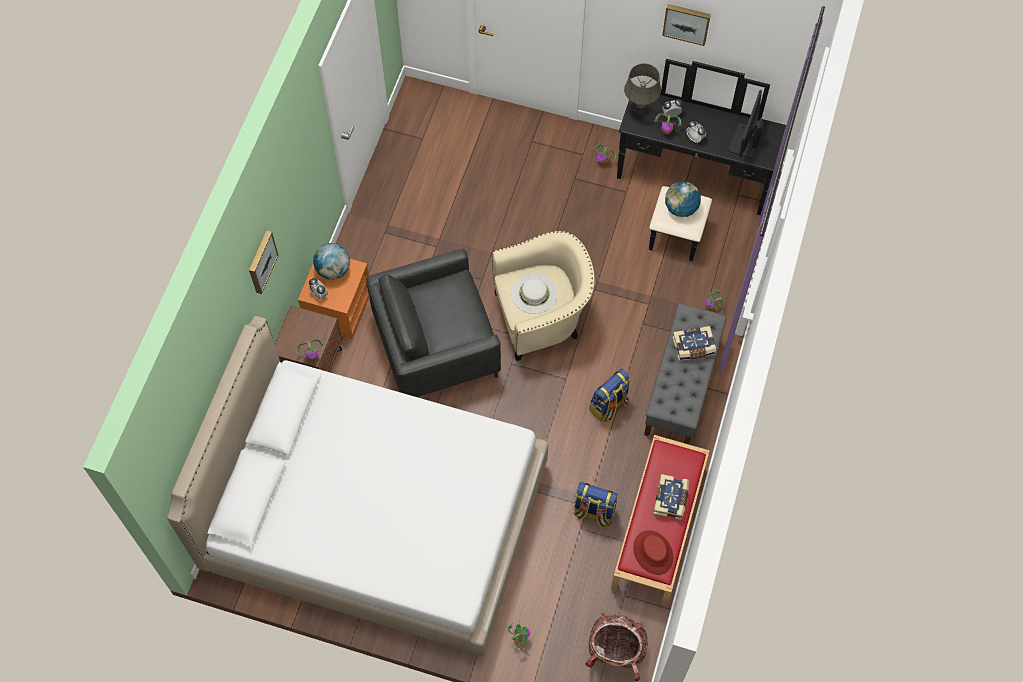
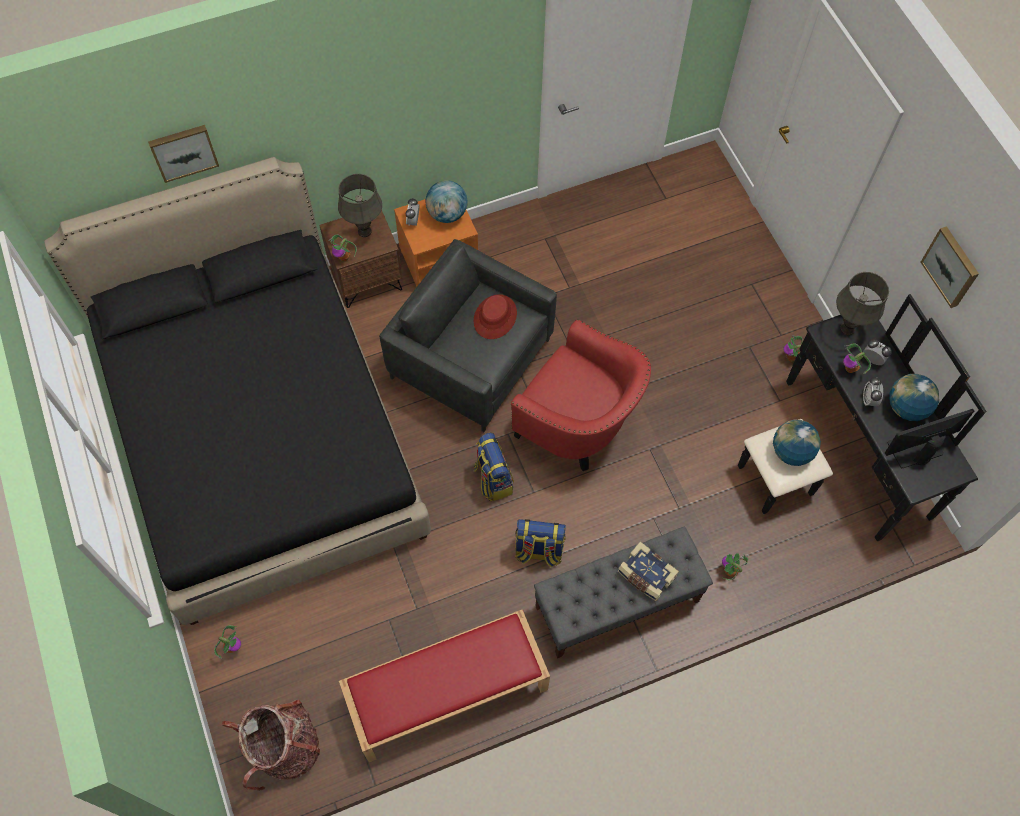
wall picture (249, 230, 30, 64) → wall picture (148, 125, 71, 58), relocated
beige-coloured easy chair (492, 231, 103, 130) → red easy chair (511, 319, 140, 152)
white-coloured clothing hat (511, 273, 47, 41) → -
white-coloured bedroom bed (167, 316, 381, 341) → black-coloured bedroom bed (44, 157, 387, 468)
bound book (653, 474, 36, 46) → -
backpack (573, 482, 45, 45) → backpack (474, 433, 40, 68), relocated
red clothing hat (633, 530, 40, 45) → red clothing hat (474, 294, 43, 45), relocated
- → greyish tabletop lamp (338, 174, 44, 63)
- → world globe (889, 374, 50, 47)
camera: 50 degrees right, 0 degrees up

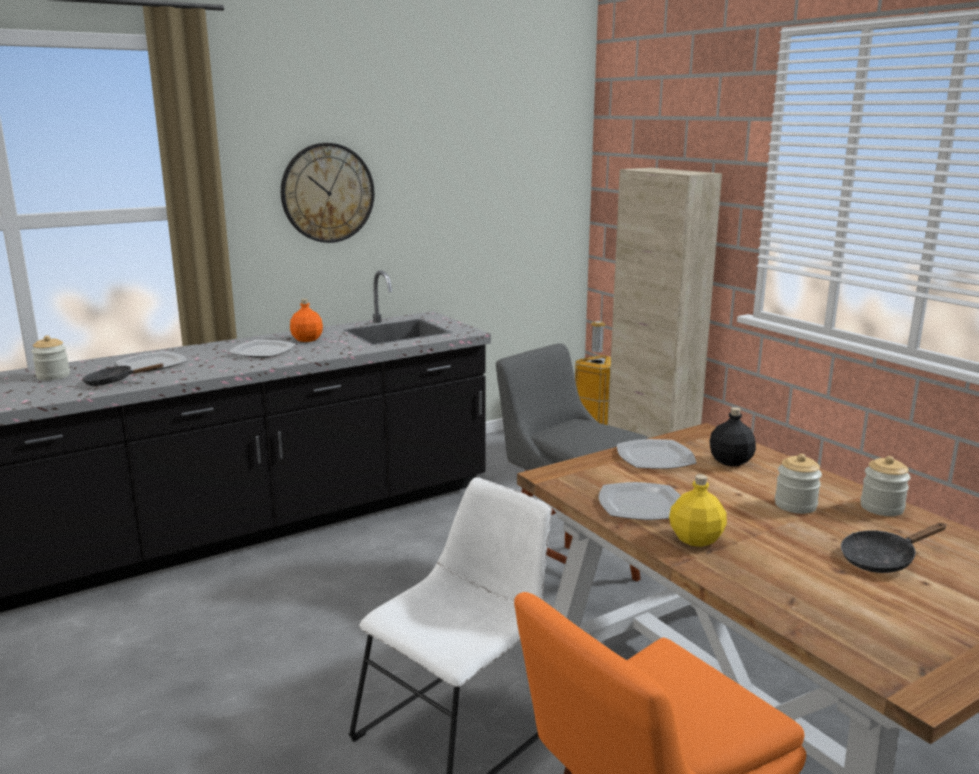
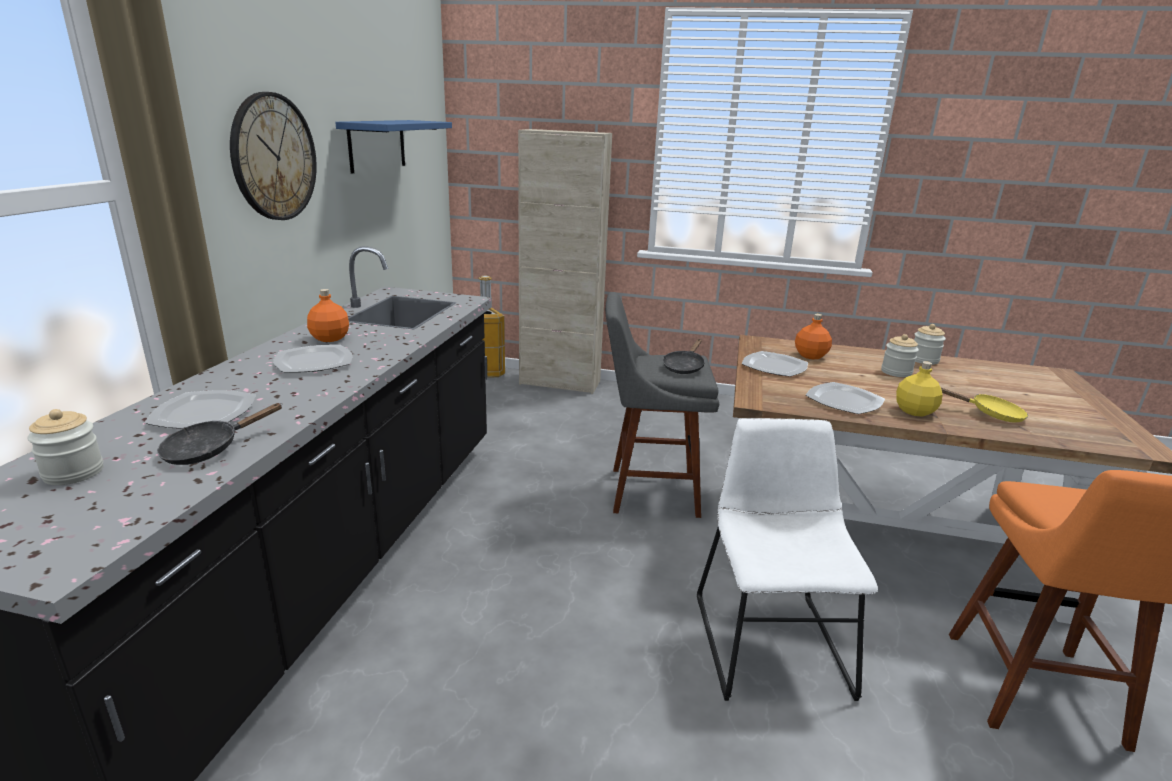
black-coloured bottle (710, 407, 46, 59) → orange bottle (795, 314, 37, 45)
black-coloured frying pan (841, 523, 105, 50) → black-coloured frying pan (663, 339, 42, 35), relocated
- → bluish bracket shelf (335, 120, 117, 54)
- → yellowish frying pan (941, 388, 87, 34)
camera: 45 degrees left, 5 degrees up

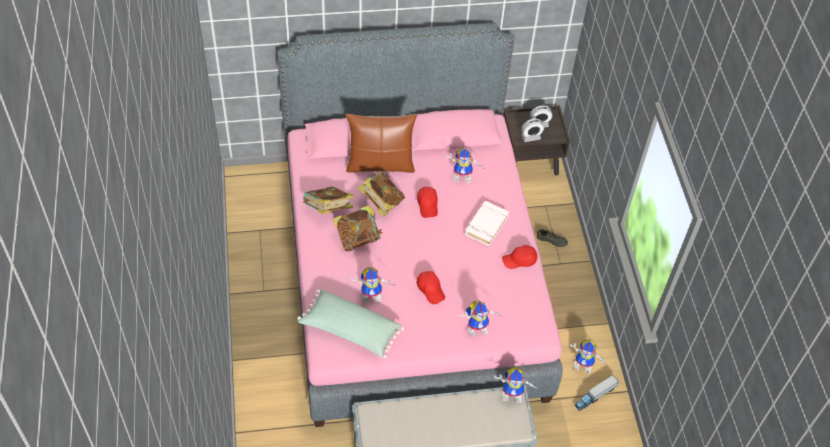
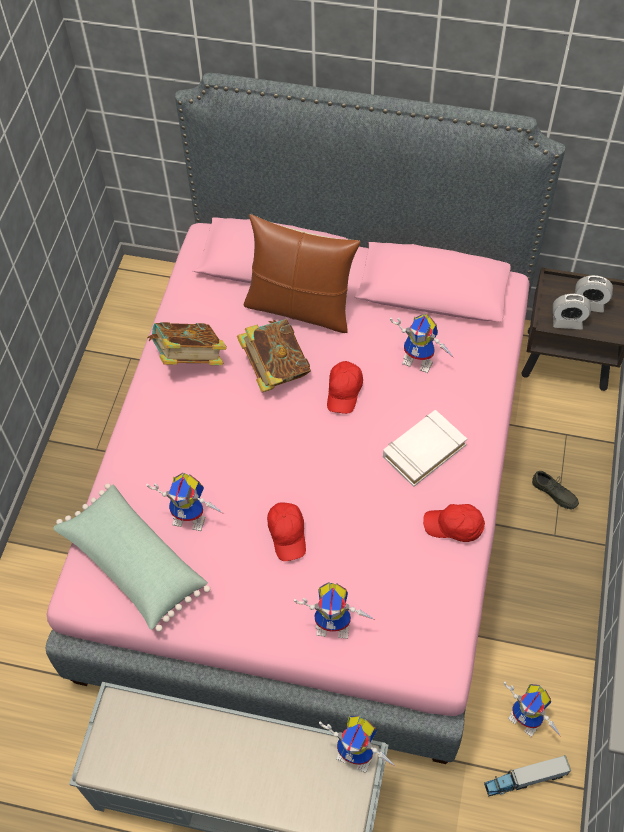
bound book (333, 205, 50, 47) → -
camera: 25 degrees right, 5 degrees up

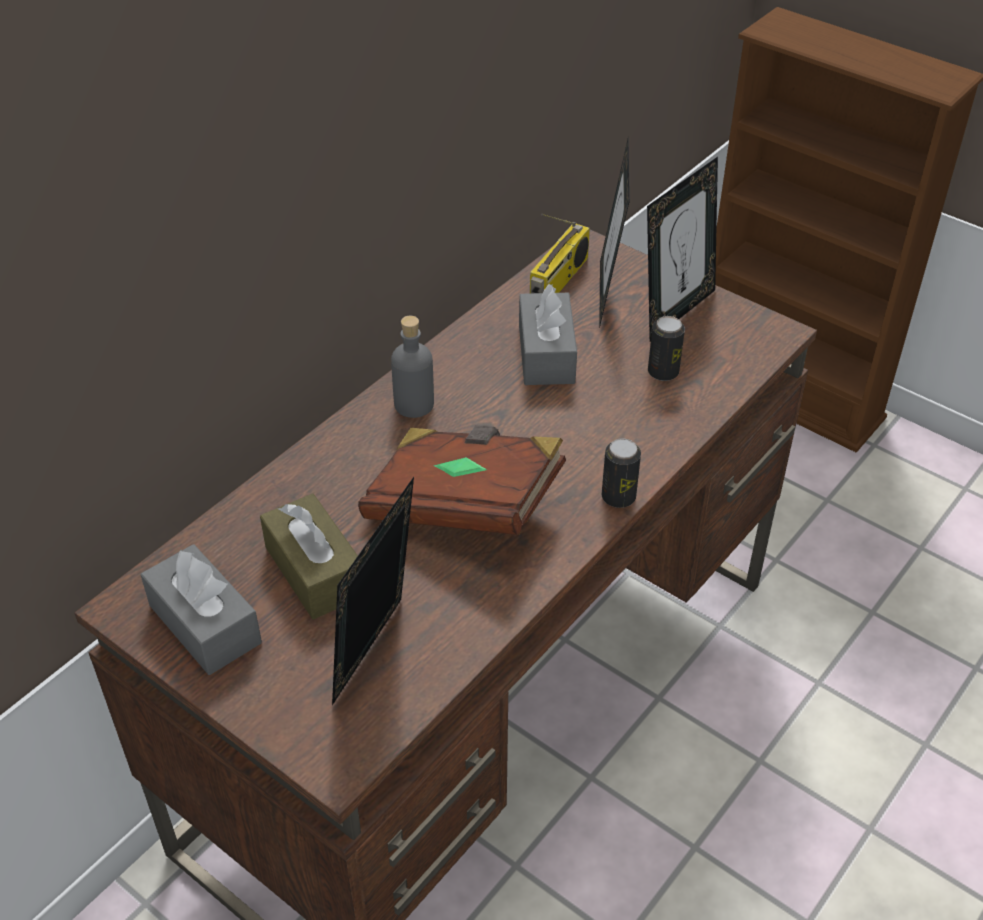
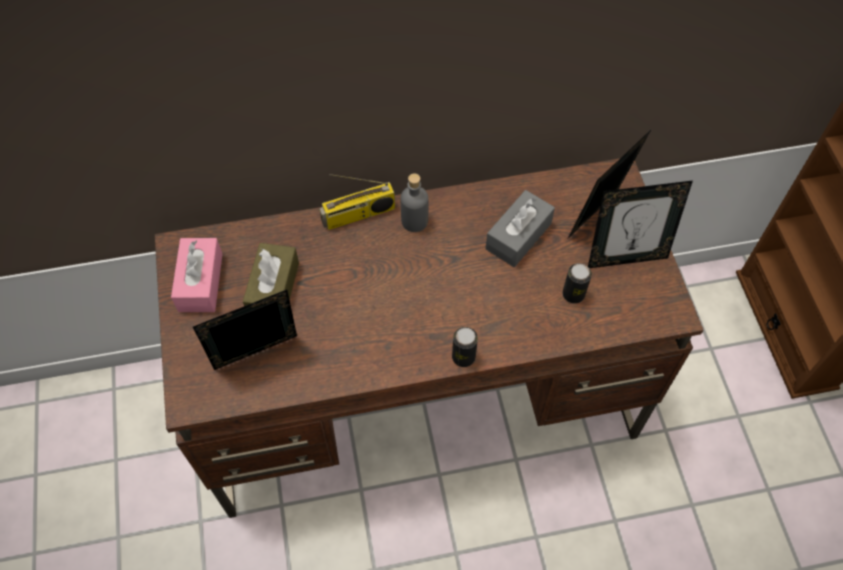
radio set (530, 214, 60, 79) → radio set (319, 174, 76, 56), relocated
brownish bound book (358, 425, 208, 110) → -
greyish tissue box (141, 544, 121, 131) → pink-coloured tissue box (171, 238, 51, 74)
camera: 40 degrees right, 15 degrees up

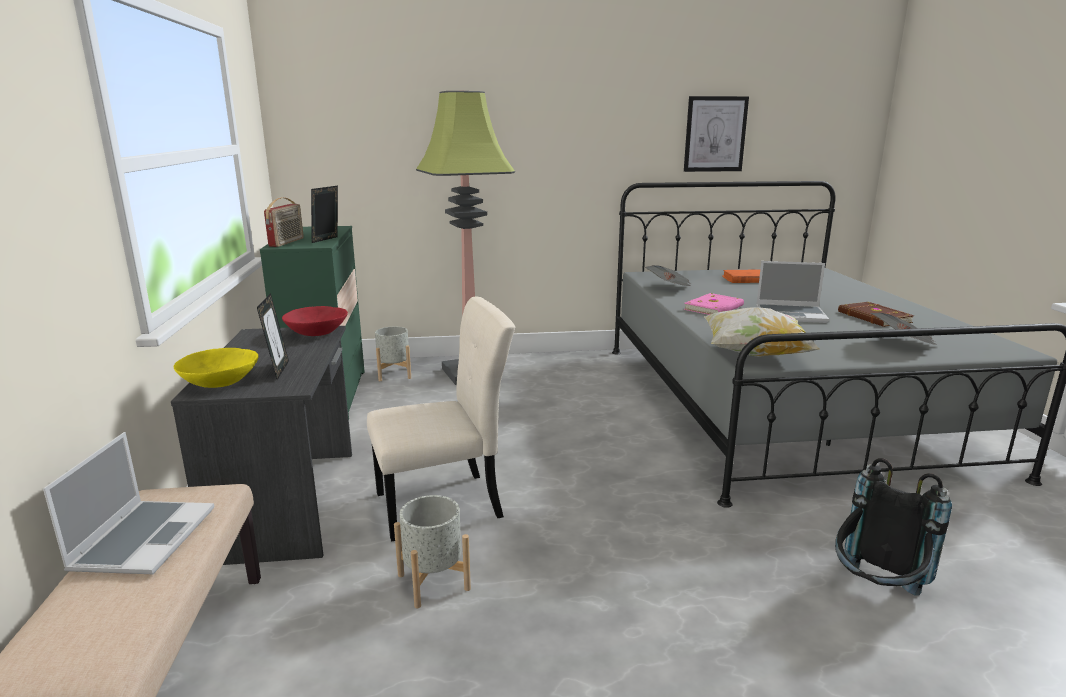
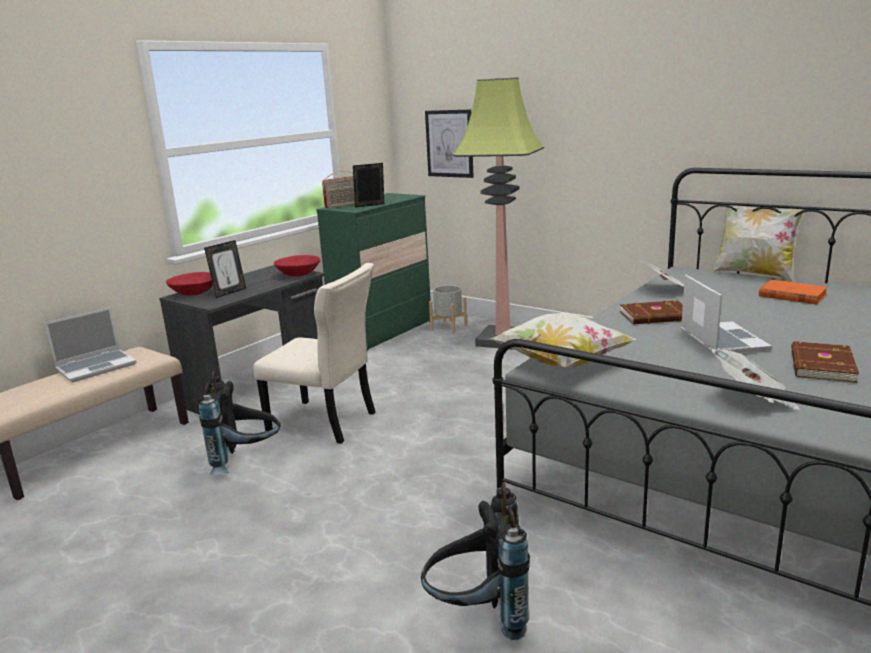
wall picture (684, 96, 65, 76) → wall picture (425, 109, 48, 69), relocated
notebook computer (756, 261, 73, 62) → notebook computer (681, 275, 91, 79), 150 degrees counterclockwise
pink-coloured bound book (684, 293, 60, 22) → brownish bound book (620, 300, 63, 24)
yellowish deep dish (174, 348, 85, 40) → red deep dish (166, 272, 47, 24)
greyish planter (394, 495, 77, 113) → black-coloured backpack (199, 371, 81, 104)
- → cushion (712, 205, 94, 77)
camera: 45 degrees right, 0 degrees up

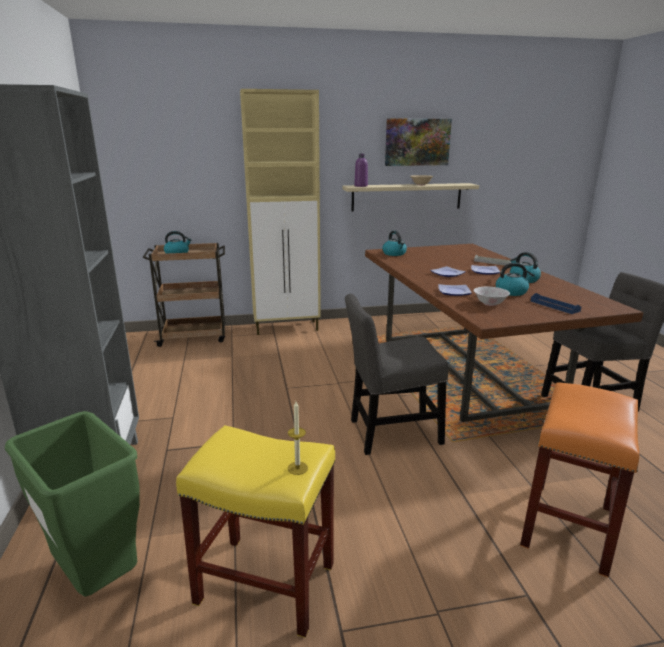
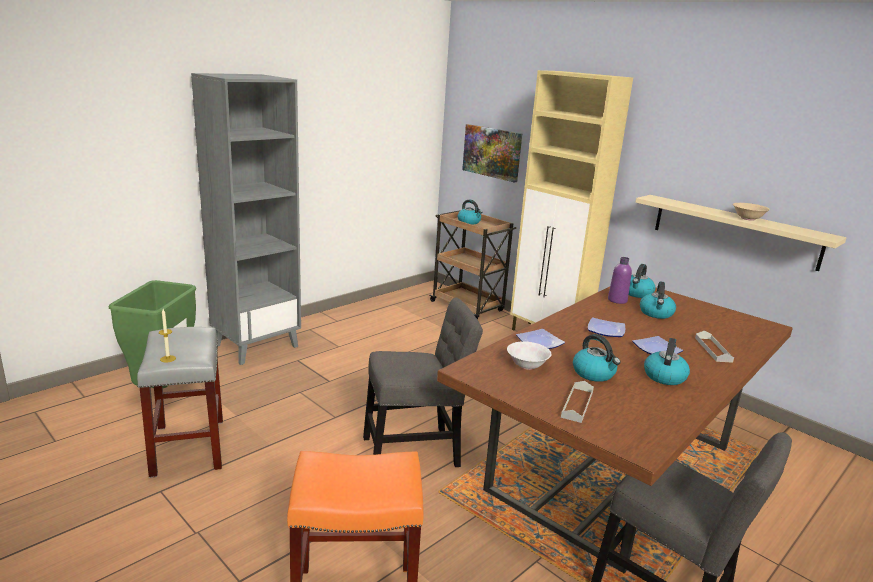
wall picture (385, 118, 67, 48) → wall picture (462, 124, 60, 59), relocated
purplish bottle (354, 154, 14, 33) → purplish bottle (608, 257, 24, 47), relocated
bluish serving tray (530, 293, 51, 21) → greyish serving tray (561, 381, 33, 42)
greyish upright chair (345, 294, 104, 161) → greyish upright chair (363, 297, 120, 170), 120 degrees clockwise
yellowish sitting stool (176, 425, 159, 213) → greyish sitting stool (137, 327, 86, 151)
- → water kettle (640, 281, 36, 38)
camera: 55 degrees right, 0 degrees up

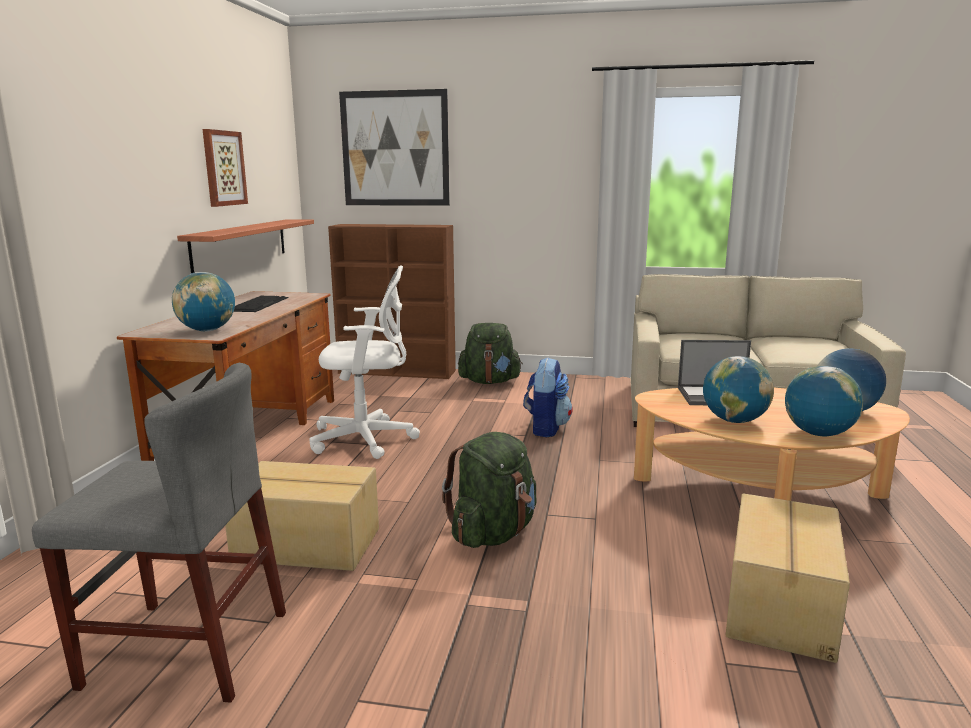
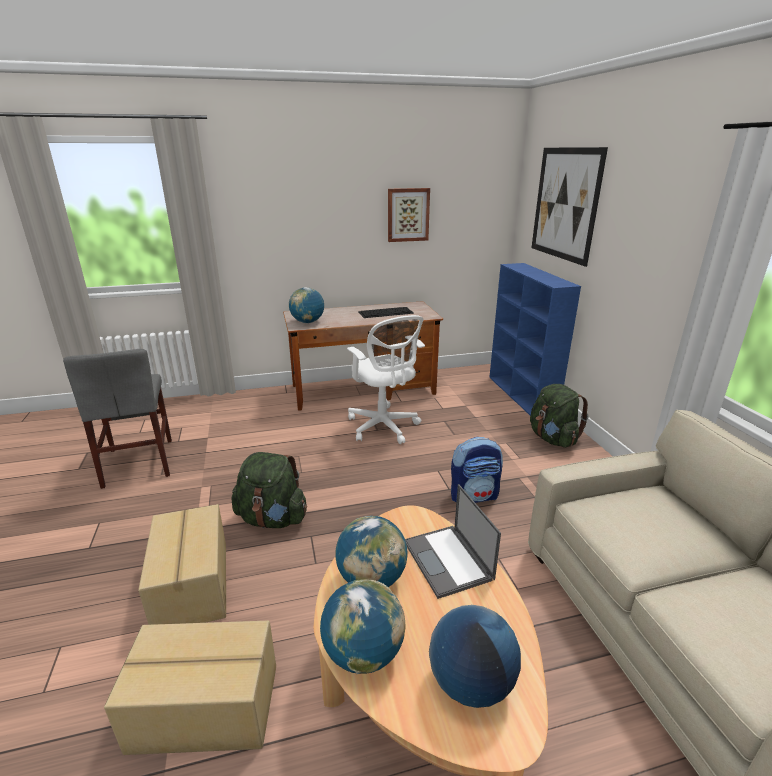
bracket shelf (177, 219, 137, 54) → -
brownish shelving unit (328, 224, 128, 155) → bluish shelving unit (489, 263, 92, 152)
cardboard box (225, 461, 154, 110) → cardboard box (138, 504, 88, 121), relocated
camera: 65 degrees right, 10 degrees up

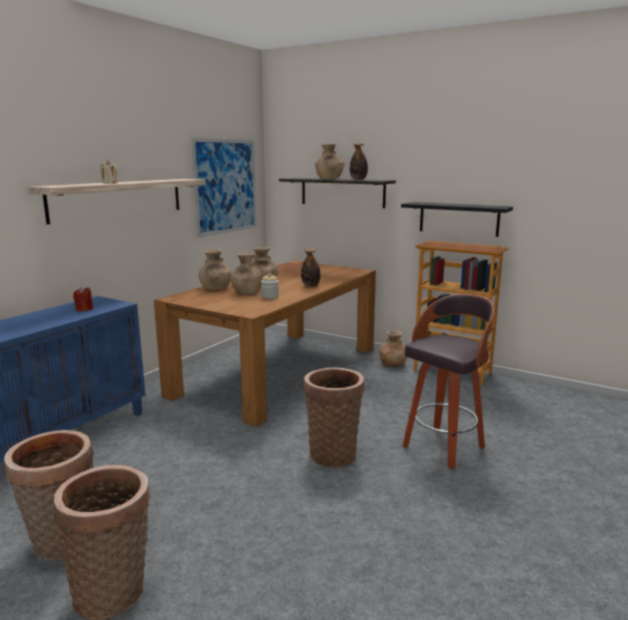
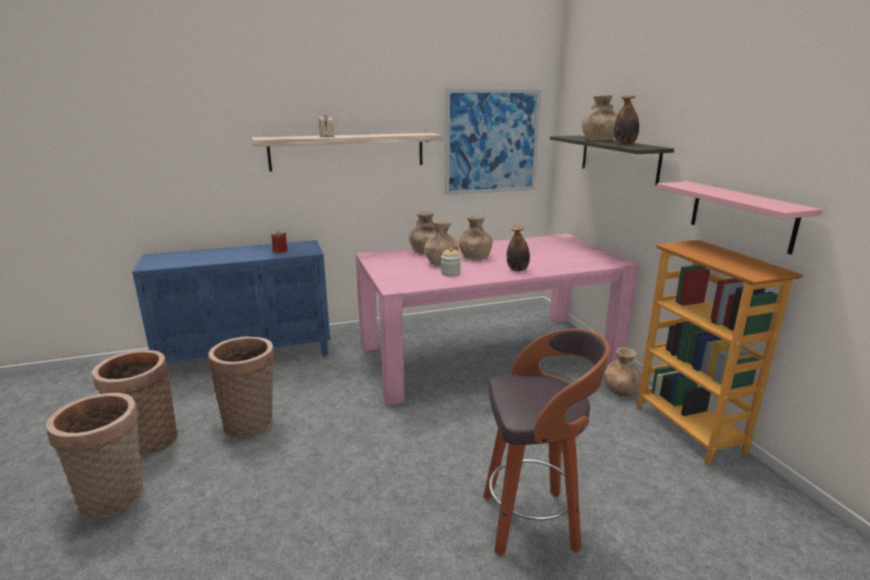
black-coloured bracket shelf (401, 202, 112, 35) → pink-coloured bracket shelf (656, 181, 166, 74)
brownish dining table (154, 261, 222, 166) → pink-coloured dining table (355, 234, 284, 172)
storage basket (304, 368, 60, 100) → storage basket (208, 336, 67, 102), relocated
camera: 40 degrees right, 5 degrees up

